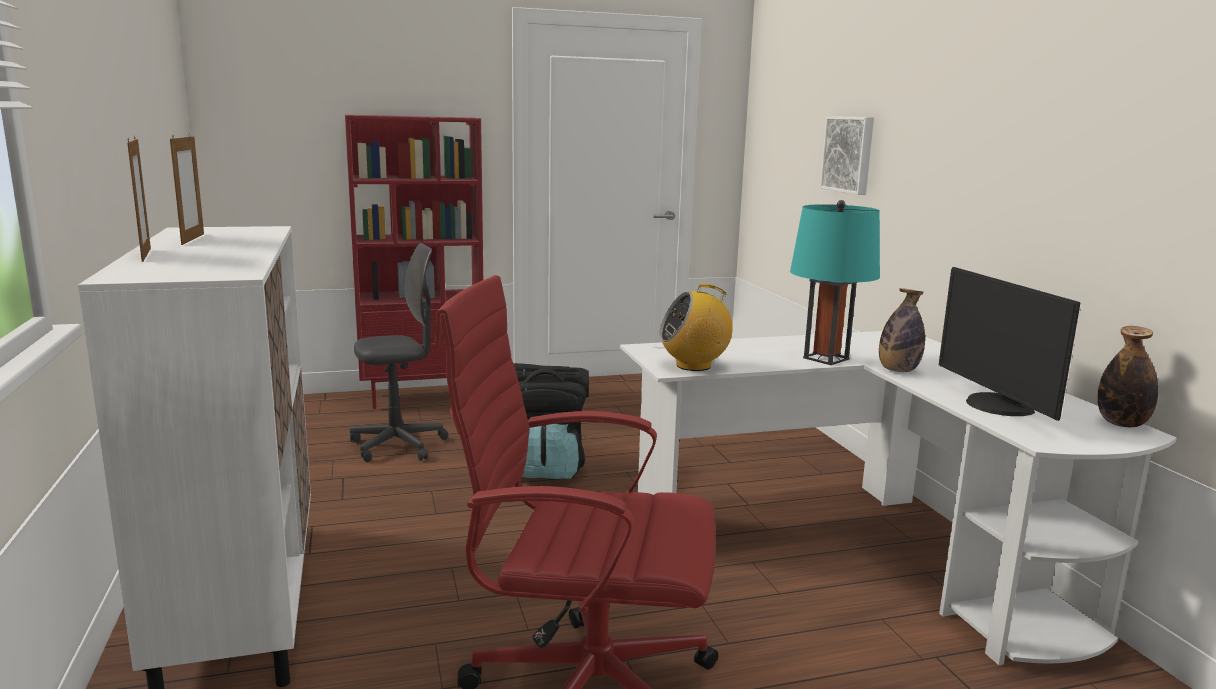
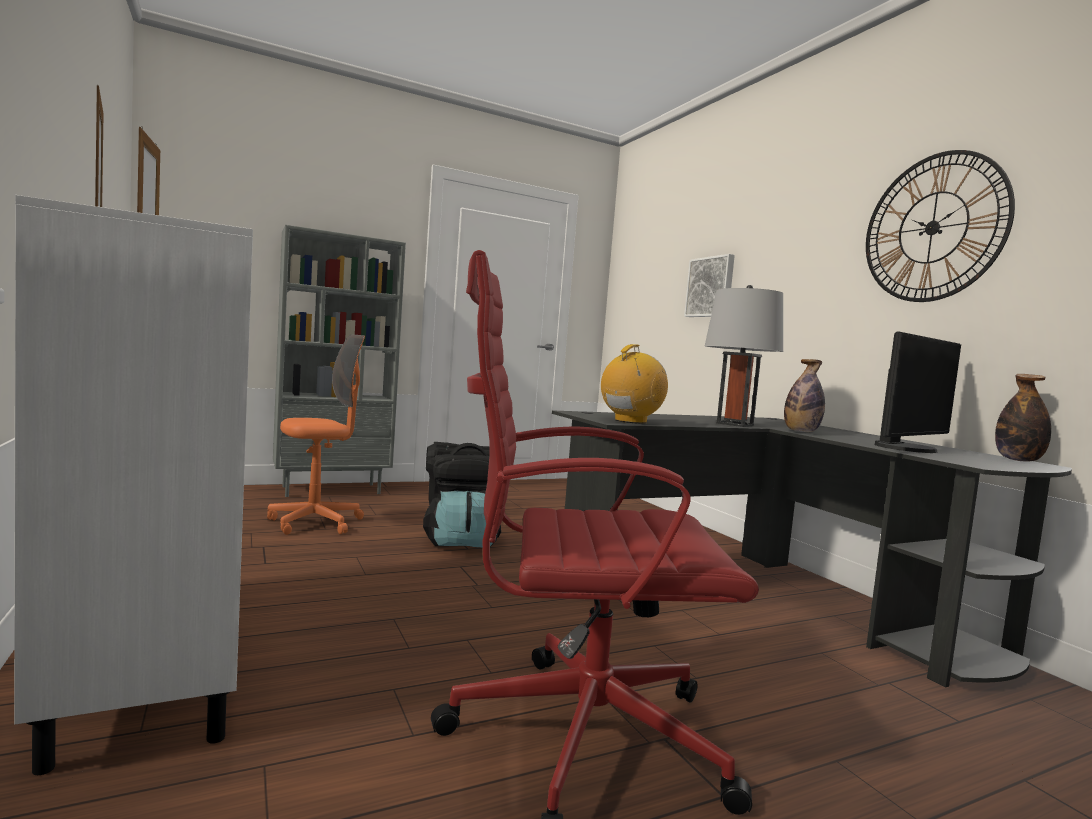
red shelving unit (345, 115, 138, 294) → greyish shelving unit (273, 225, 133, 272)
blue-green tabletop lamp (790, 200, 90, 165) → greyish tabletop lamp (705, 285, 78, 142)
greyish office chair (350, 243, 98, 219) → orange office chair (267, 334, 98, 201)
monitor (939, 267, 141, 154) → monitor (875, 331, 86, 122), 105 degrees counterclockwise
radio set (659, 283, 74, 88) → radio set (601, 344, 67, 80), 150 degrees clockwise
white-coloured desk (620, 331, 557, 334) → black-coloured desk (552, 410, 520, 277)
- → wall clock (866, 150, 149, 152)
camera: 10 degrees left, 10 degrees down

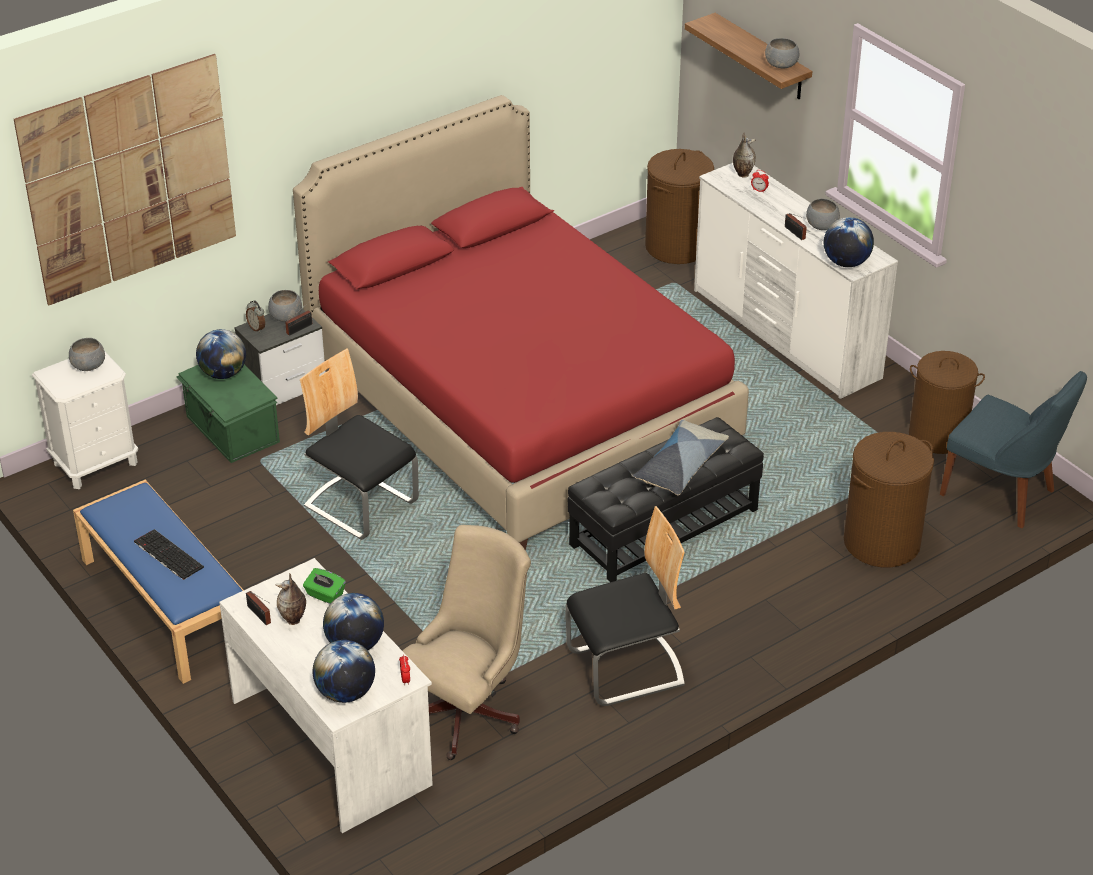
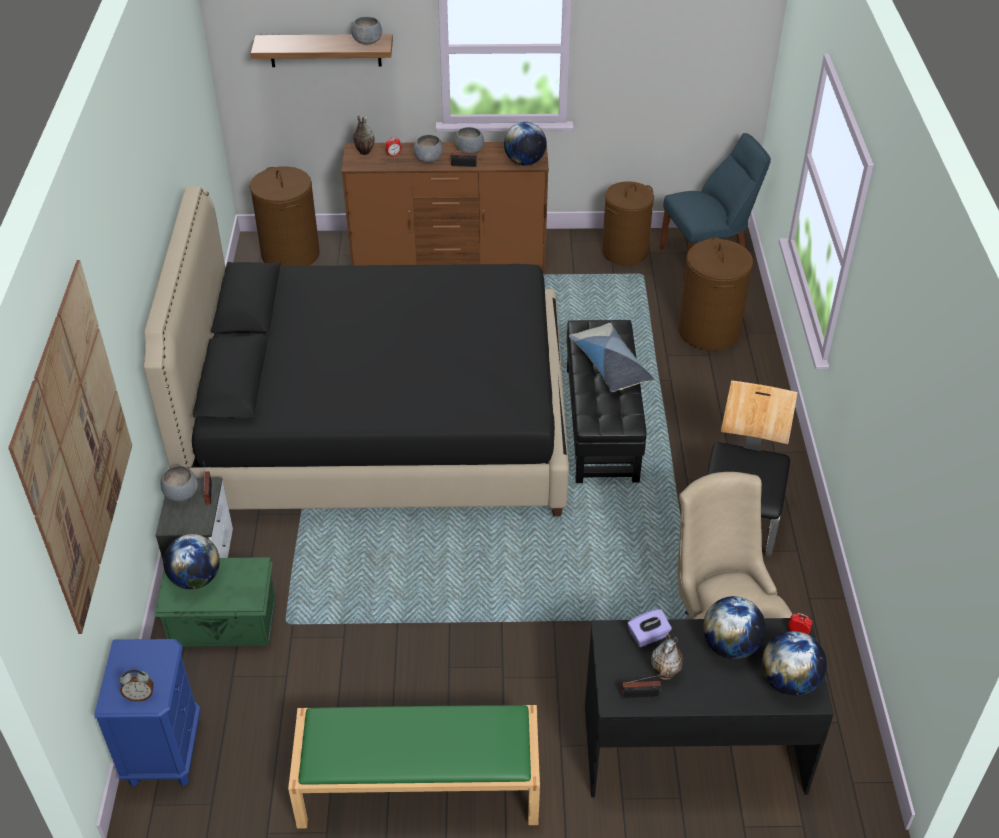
red bedroom bed (293, 95, 456, 455) → black-coloured bedroom bed (144, 186, 425, 331)
white-coloured dresser (694, 163, 204, 236) → brownish dresser (341, 142, 208, 130)
bedside clock (246, 300, 19, 33) → bedside clock (120, 670, 34, 32), relocated
greyish deep dish (69, 338, 36, 33) → greyish deep dish (414, 135, 29, 28), relocated
upright chair (300, 348, 119, 192) → -
white-coloured night table (32, 352, 106, 137) → bluish night table (94, 639, 107, 148)
bluish long seat (73, 480, 171, 204) → greenish long seat (288, 705, 252, 123)
PC keyboard (134, 529, 70, 51) → -
white-coloured desk (219, 558, 214, 275) → black-coloured desk (585, 618, 249, 179)
greenish tissue box (303, 568, 43, 36) → purplish tissue box (627, 609, 45, 38)
camera: 55 degrees left, 5 degrees up

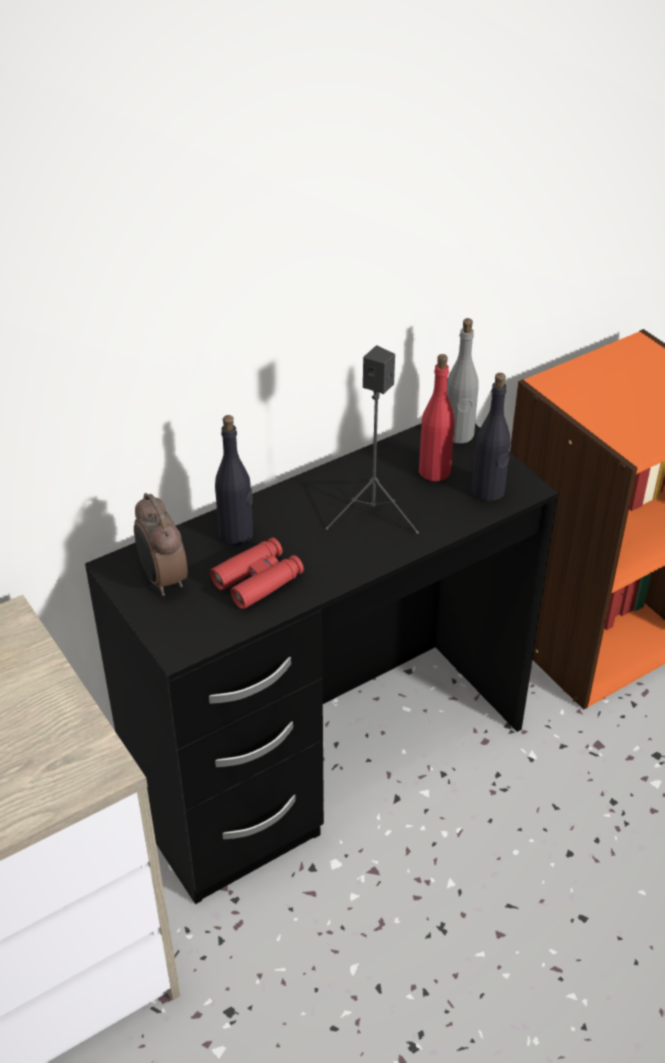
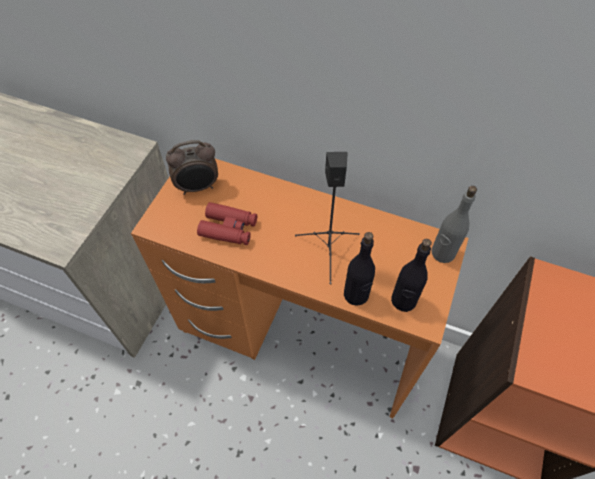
red bottle (419, 354, 36, 127) → -
black-coloured bottle (215, 415, 38, 130) → black-coloured bottle (344, 232, 31, 74), relocated
black-coloured desk (85, 423, 474, 481) → orange desk (131, 159, 337, 259)
bedside clock (134, 493, 54, 103) → bedside clock (166, 140, 52, 55), 135 degrees counterclockwise
camera: 55 degrees right, 15 degrees up

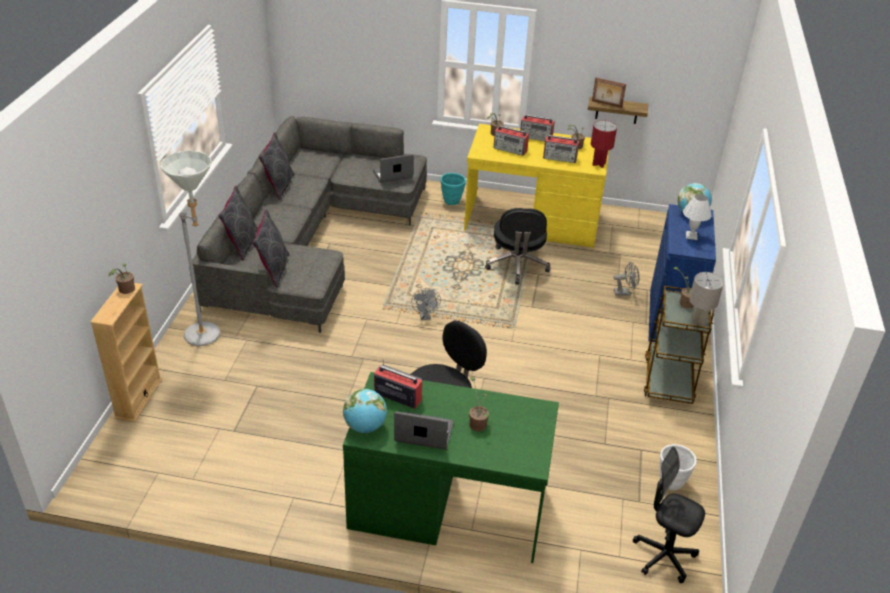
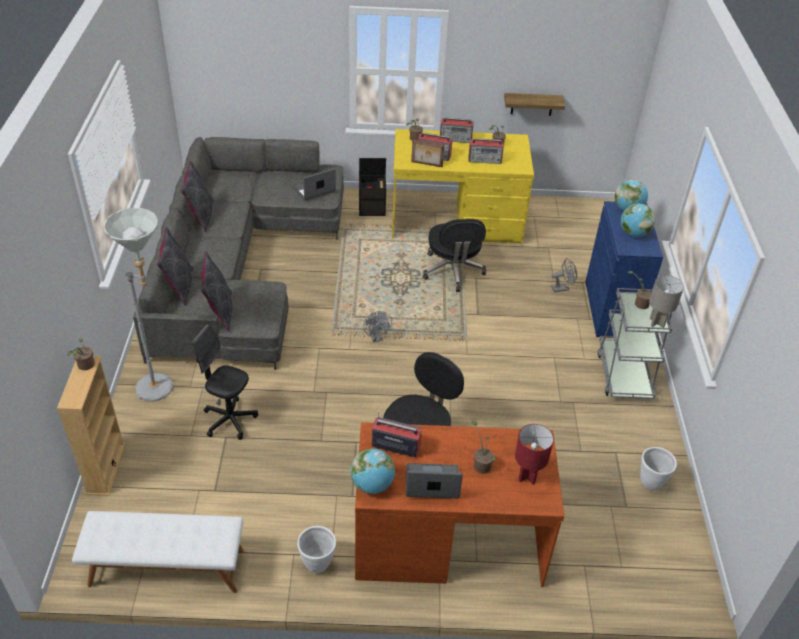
standing frame (592, 77, 34, 31) → standing frame (411, 139, 34, 28), relocated
red tabletop lamp (591, 120, 26, 48) → red tabletop lamp (515, 424, 39, 61), relocated
blue-green planter (441, 173, 25, 32) → black-coloured storage box (359, 158, 27, 58)
white-coloured tabletop lamp (683, 194, 28, 46) → world globe (621, 204, 34, 33)
brownish wheeled cart (644, 286, 70, 118) → greyish wheeled cart (597, 288, 75, 111)
greenish desk (343, 372, 216, 191) → brownish desk (355, 422, 209, 165)
black-coloured office chair (633, 447, 72, 136) → black-coloured office chair (192, 325, 66, 115), relocated
- → white-coloured long seat (72, 511, 172, 82)
- → white-coloured planter (298, 526, 38, 47)
camera: 10 degrees left, 5 degrees up

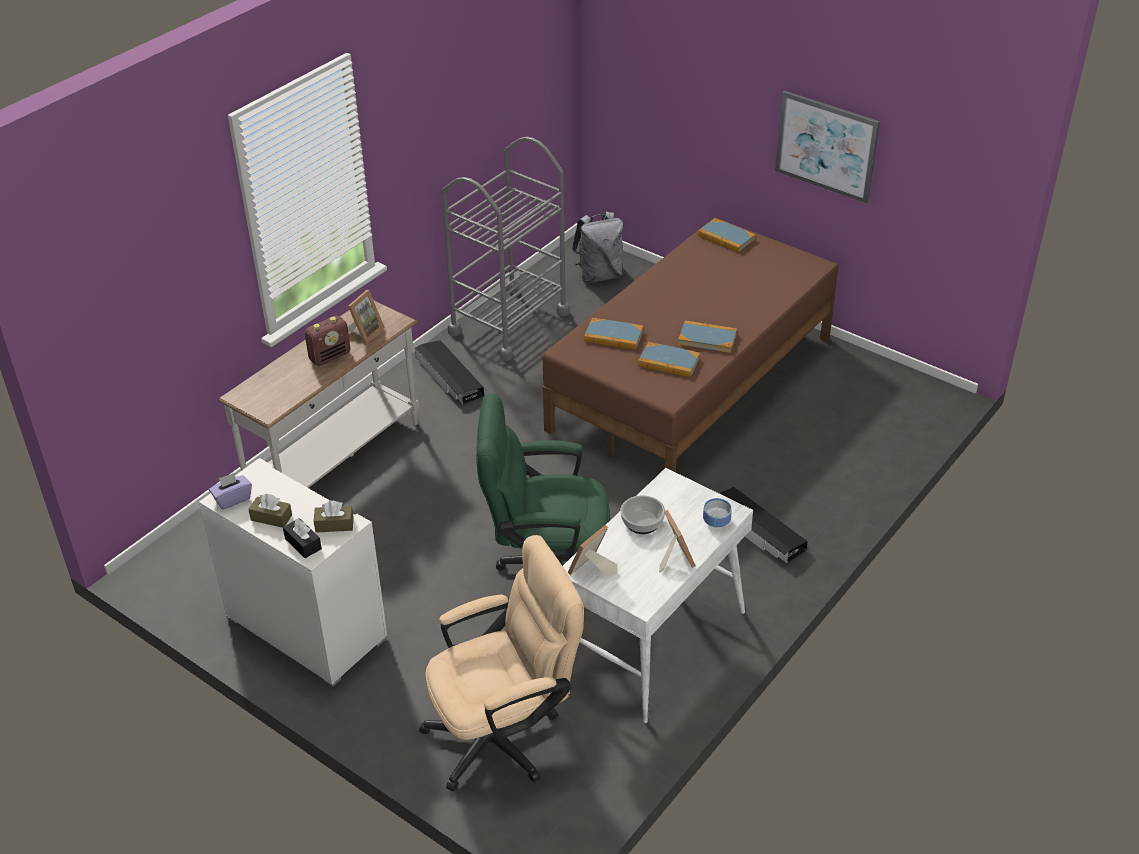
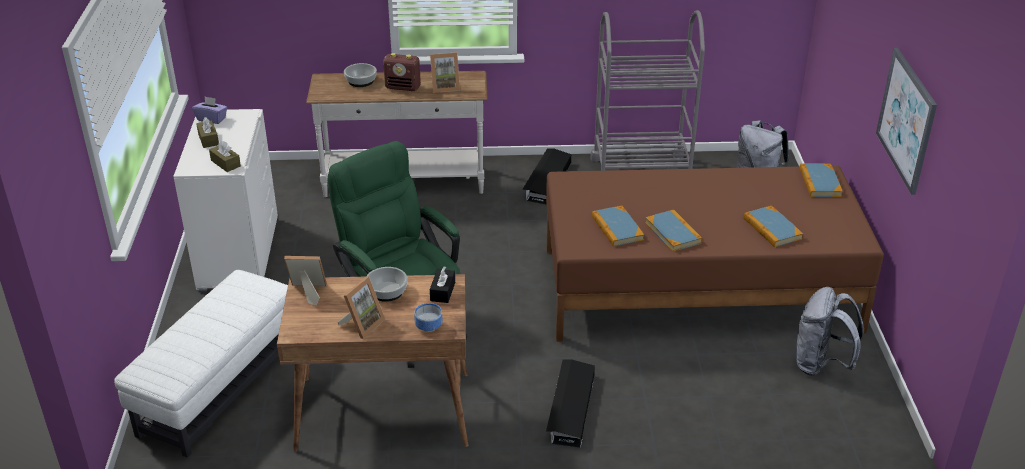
bound book (584, 318, 59, 32) → bound book (744, 206, 59, 41), relocated
white-coloured desk (563, 468, 190, 255) → brownish desk (277, 274, 191, 178)
black-coloured tissue box (283, 518, 39, 40) → black-coloured tissue box (430, 267, 25, 36), relocated
beige-coloured office chair (419, 535, 165, 256) → white-coloured footrest (114, 270, 174, 188)
- → deep dish (344, 63, 33, 24)
- → greyish backpack (796, 287, 68, 89)
camera: 50 degrees right, 5 degrees down

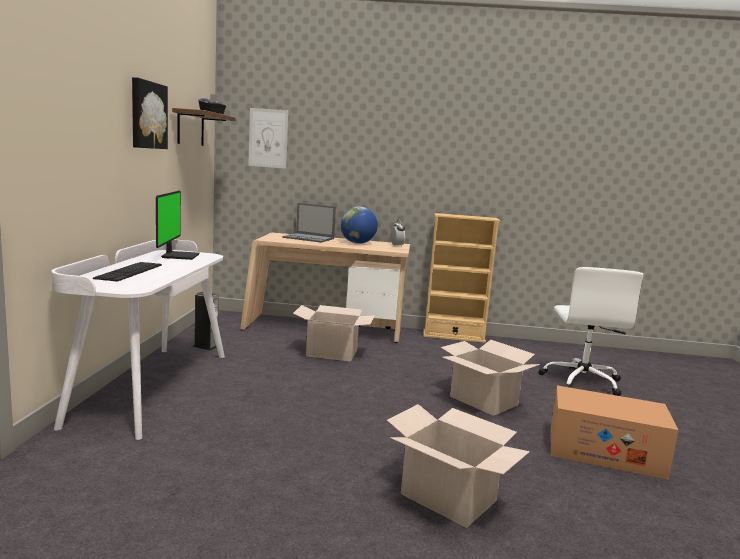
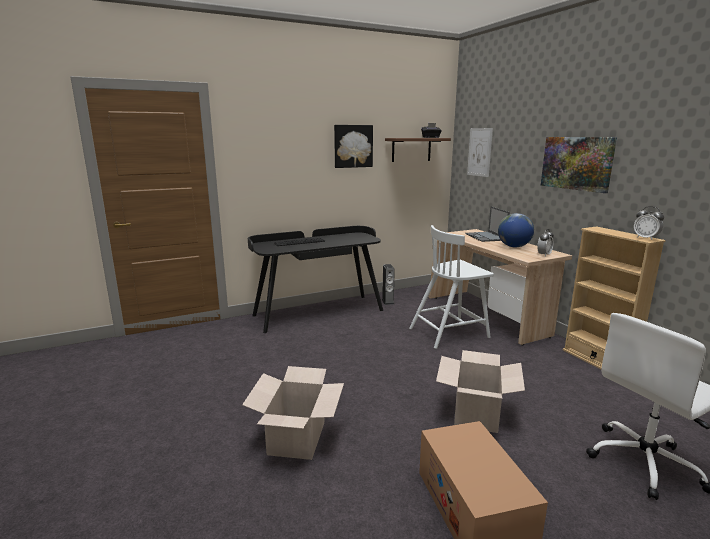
monitor (156, 191, 44, 69) → -
white-coloured desk (51, 240, 174, 200) → black-coloured desk (248, 226, 135, 107)
cardboard box (293, 305, 82, 57) → white-coloured upright chair (409, 225, 85, 124)
- → wall picture (541, 137, 76, 56)
- → bedside clock (634, 206, 30, 34)
camera: 60 degrees right, 5 degrees up

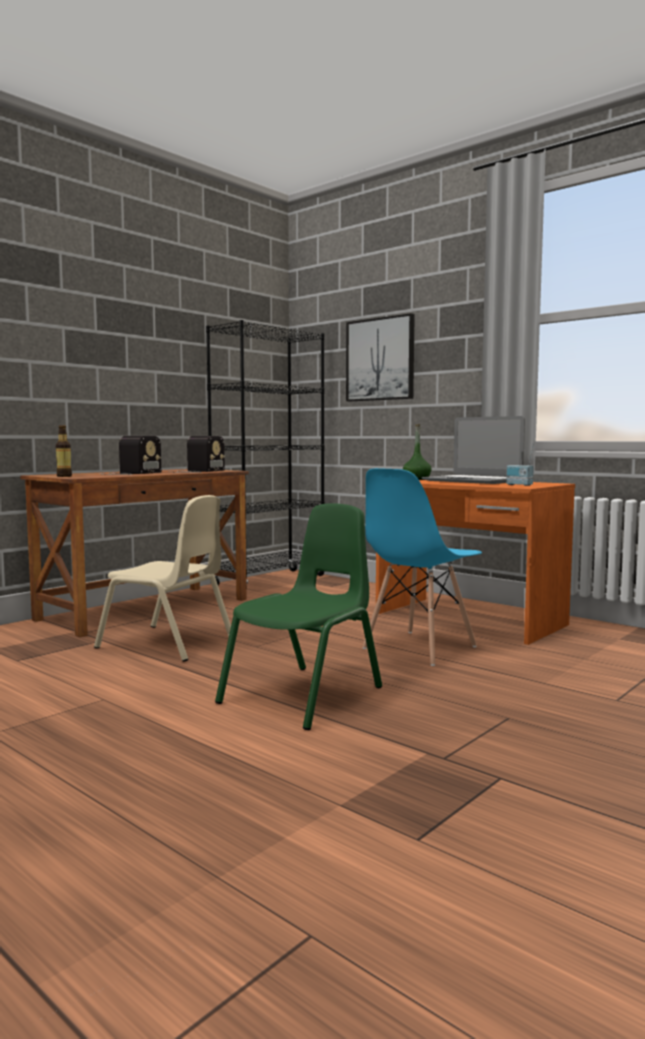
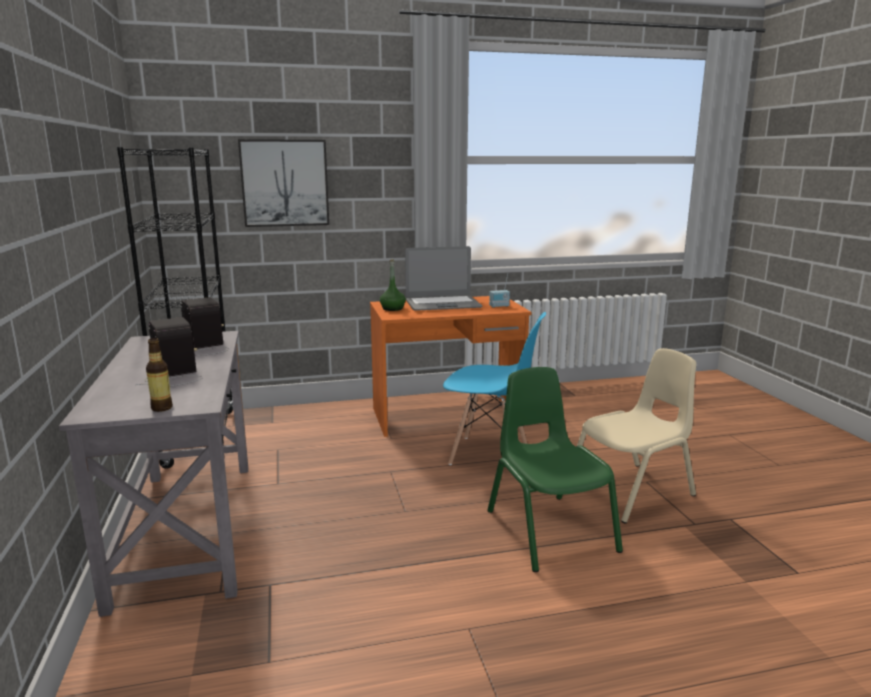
bluish upright chair (362, 468, 120, 198) → bluish upright chair (443, 312, 103, 153), 60 degrees counterclockwise
brownish desk (20, 469, 229, 168) → greyish desk (59, 331, 189, 286)
beige-coloured upright chair (94, 495, 137, 167) → beige-coloured upright chair (577, 348, 119, 175), relocated
camera: 55 degrees left, 10 degrees up

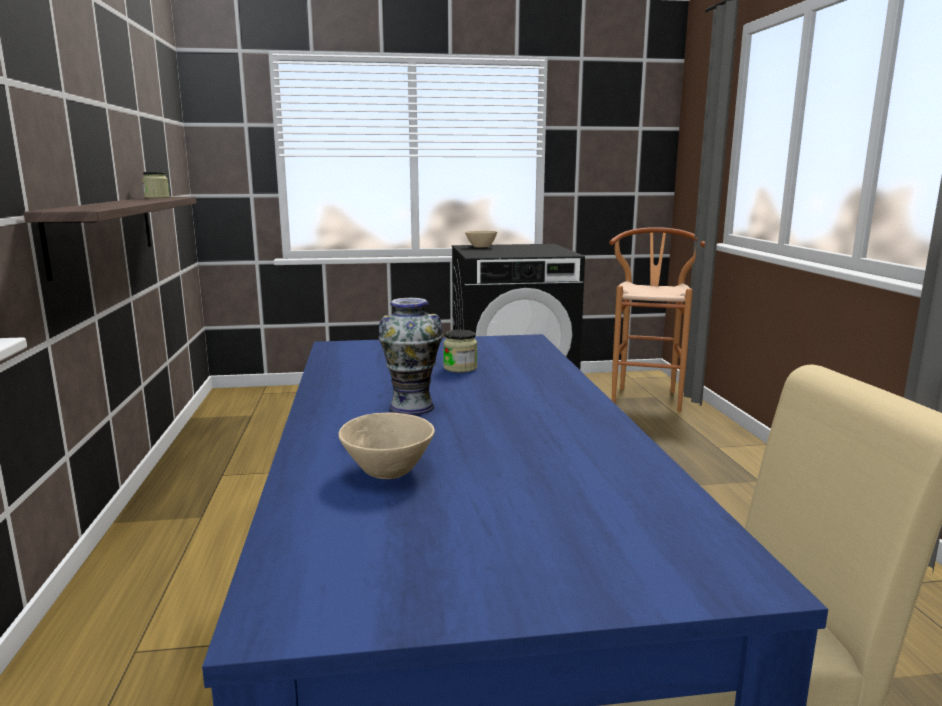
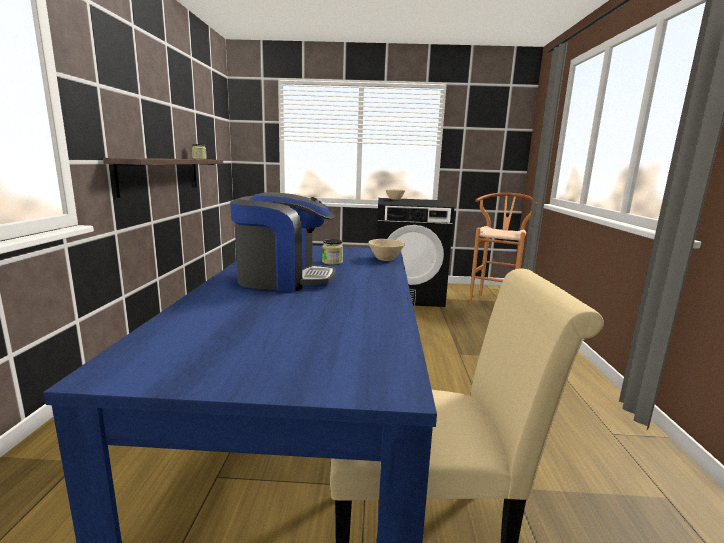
decorative vase (378, 298, 65, 117) → coffee machine (230, 192, 106, 100)
beige-coloured deep dish (338, 412, 97, 67) → beige-coloured deep dish (368, 239, 37, 22), relocated
camera: 10 degrees right, 0 degrees up

